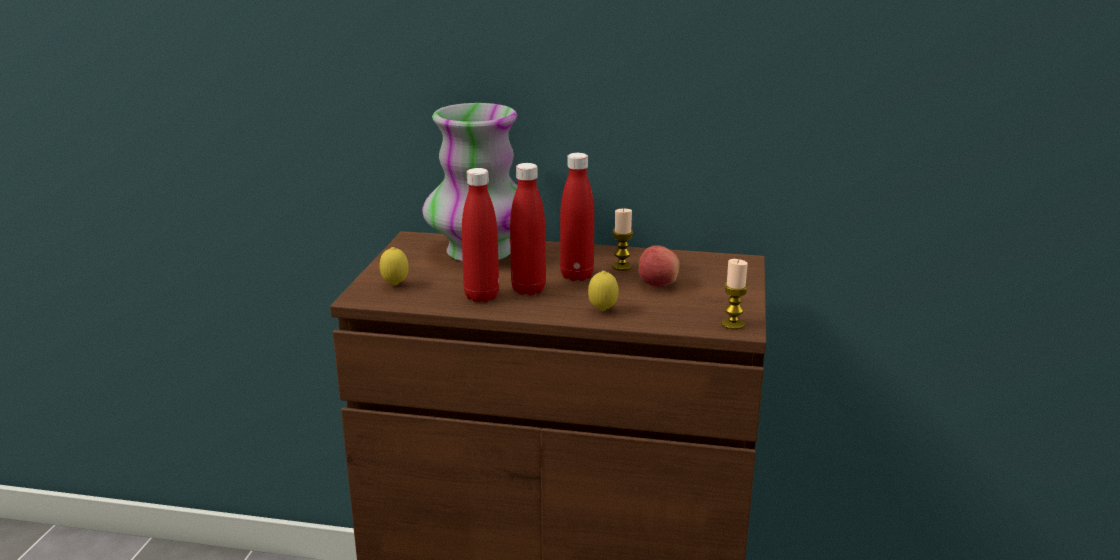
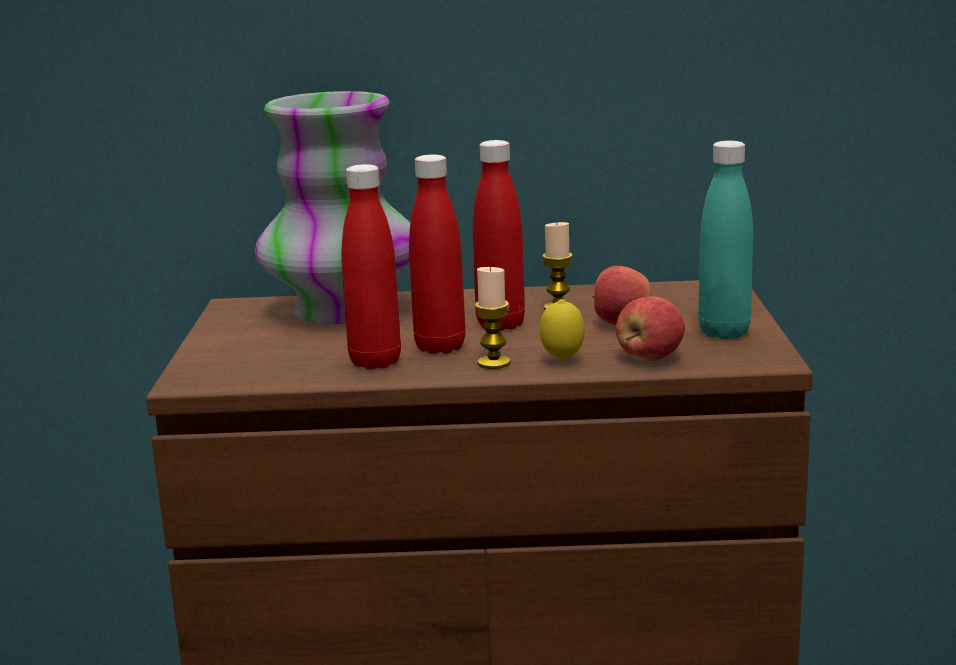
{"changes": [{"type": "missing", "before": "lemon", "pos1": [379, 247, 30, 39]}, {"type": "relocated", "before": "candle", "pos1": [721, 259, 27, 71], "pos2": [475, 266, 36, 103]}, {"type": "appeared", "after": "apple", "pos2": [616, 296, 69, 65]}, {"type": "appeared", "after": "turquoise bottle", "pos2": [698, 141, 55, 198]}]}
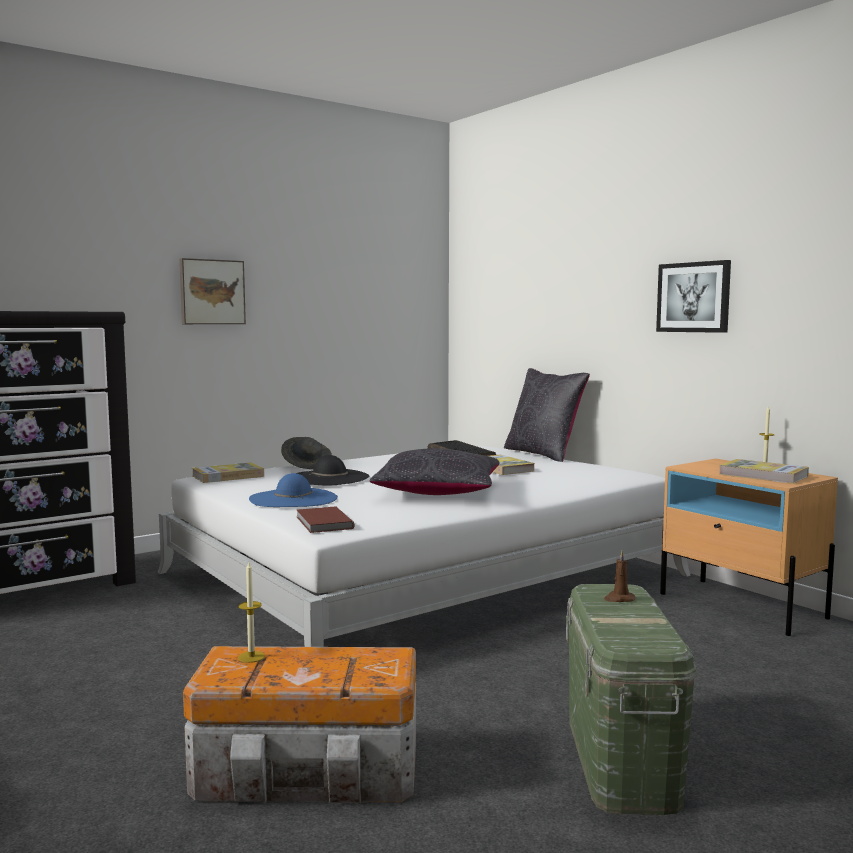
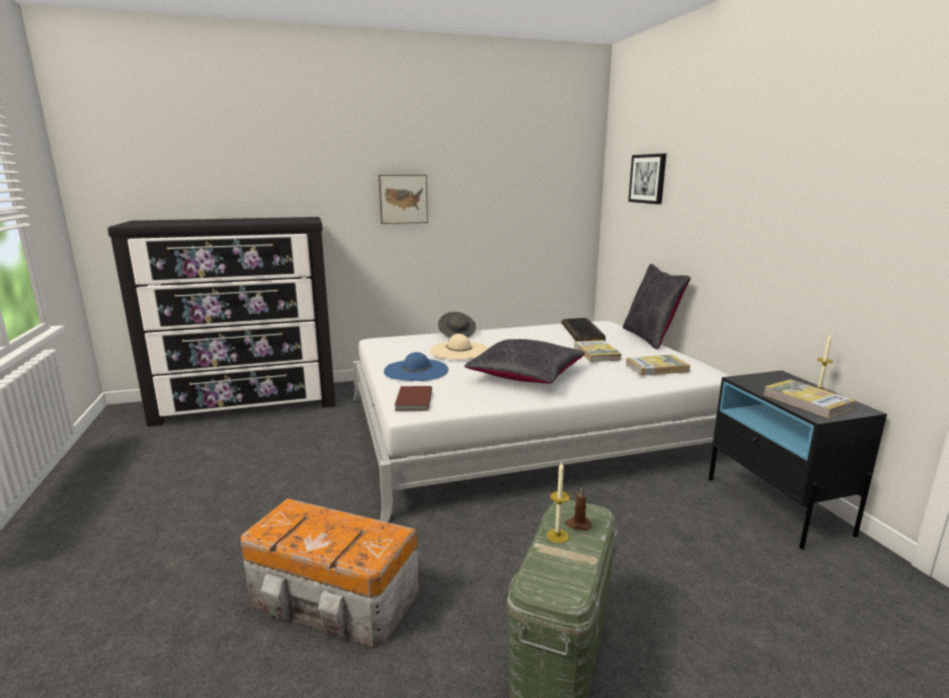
{"changes": [{"type": "relocated", "before": "book", "pos1": [192, 462, 72, 21], "pos2": [625, 355, 65, 21]}, {"type": "relocated", "before": "candle", "pos1": [238, 562, 27, 101], "pos2": [547, 461, 23, 82]}, {"type": "colour", "before": "black hat", "after": "beige hat", "pos1": [297, 455, 73, 30], "pos2": [430, 334, 58, 26]}, {"type": "relocated", "before": "picture", "pos1": [656, 260, 75, 73], "pos2": [628, 154, 38, 50]}, {"type": "colour", "before": "beige nightstand", "after": "black nightstand", "pos1": [660, 459, 178, 177], "pos2": [709, 370, 178, 179]}]}
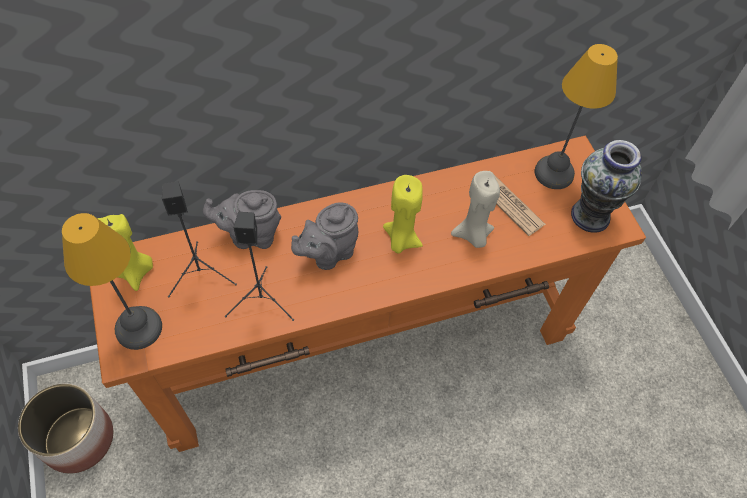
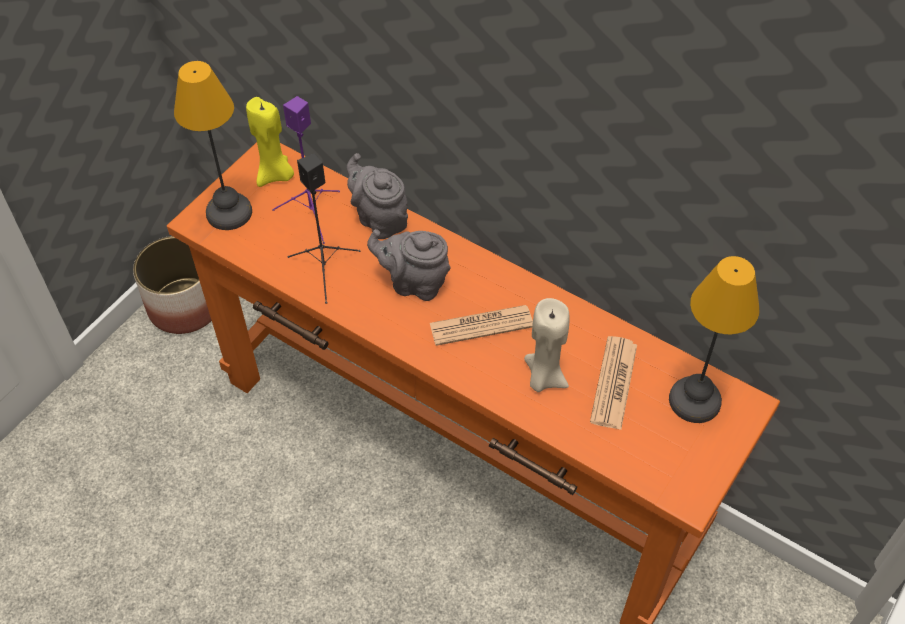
{"changes": [{"type": "colour", "before": "black speaker", "after": "purple speaker", "pos1": [162, 181, 75, 116], "pos2": [272, 96, 68, 148]}, {"type": "exchanged", "before": "yellow candle", "after": "newspaper", "pos1": [383, 175, 40, 79], "pos2": [430, 305, 103, 41]}, {"type": "missing", "before": "vase", "pos1": [571, 140, 71, 93]}]}
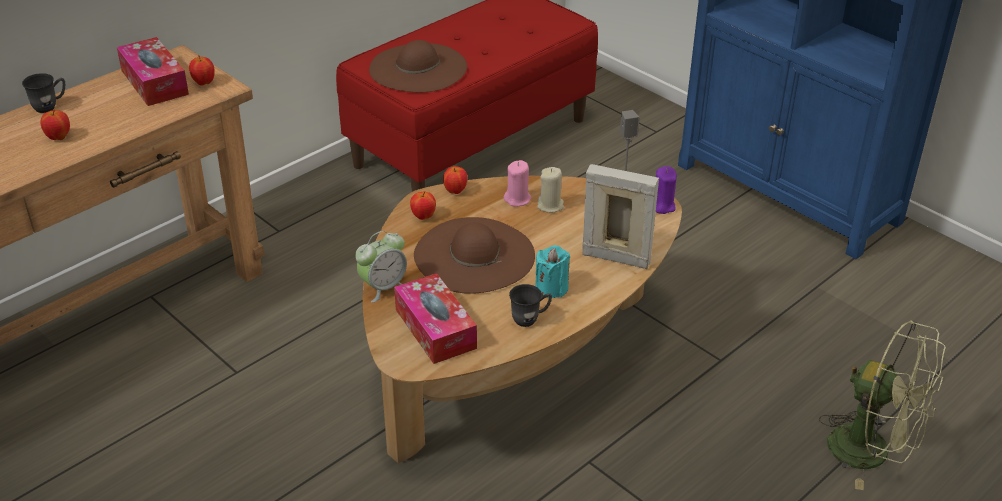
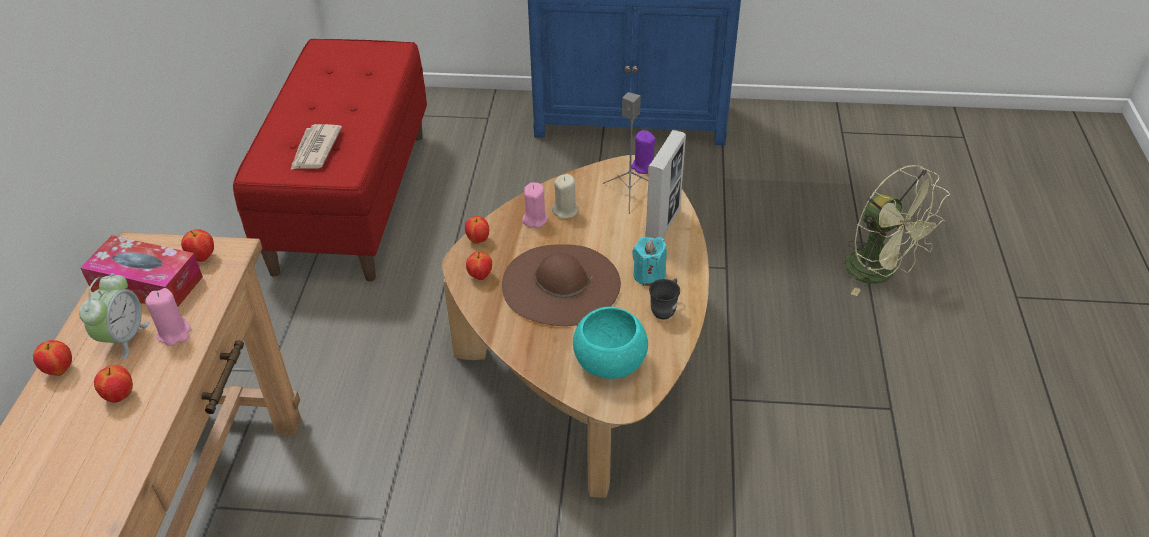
{"changes": [{"type": "exchanged", "before": "grey mug", "after": "apple", "pos1": [22, 73, 43, 40], "pos2": [33, 340, 39, 36]}, {"type": "relocated", "before": "alarm clock", "pos1": [355, 231, 52, 72], "pos2": [79, 273, 71, 86]}, {"type": "exchanged", "before": "brown hat", "after": "newspaper", "pos1": [369, 40, 98, 52], "pos2": [291, 124, 51, 46]}, {"type": "exchanged", "before": "tissue box", "after": "turquoise bowl", "pos1": [394, 273, 83, 91], "pos2": [573, 307, 75, 72]}, {"type": "spun", "before": "picture frame", "pos1": [582, 164, 77, 105], "pos2": [645, 130, 41, 108], "turn": 135}, {"type": "spun", "before": "green fan", "pos1": [819, 321, 127, 169], "pos2": [845, 165, 105, 131], "turn": 60}, {"type": "appeared", "after": "pink candle", "pos2": [145, 288, 46, 58]}]}
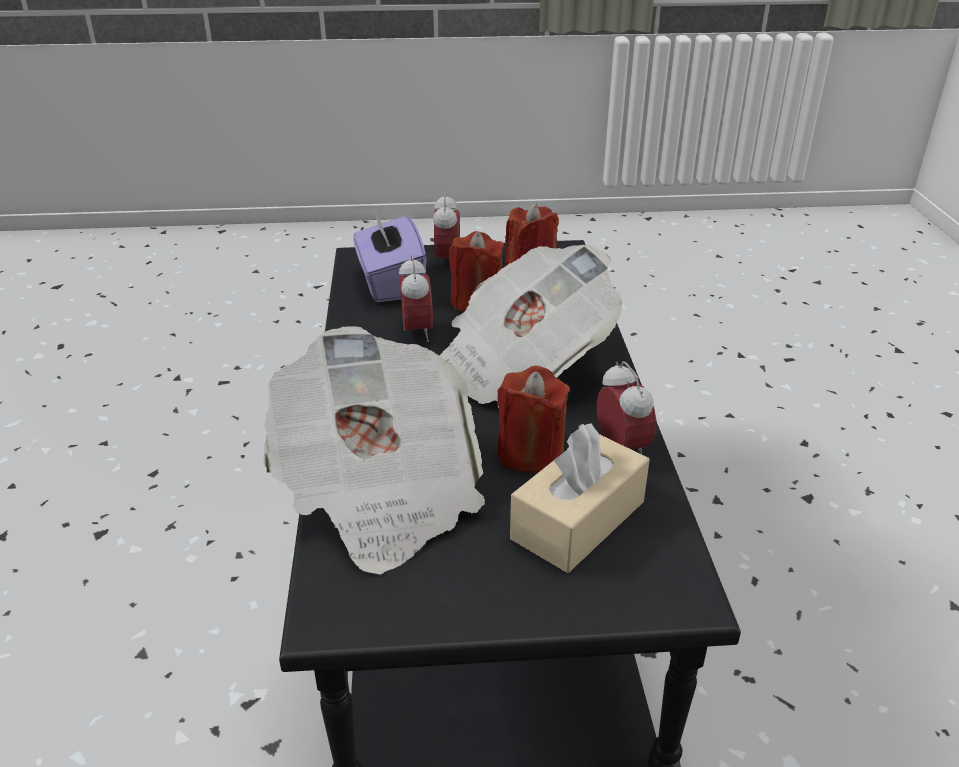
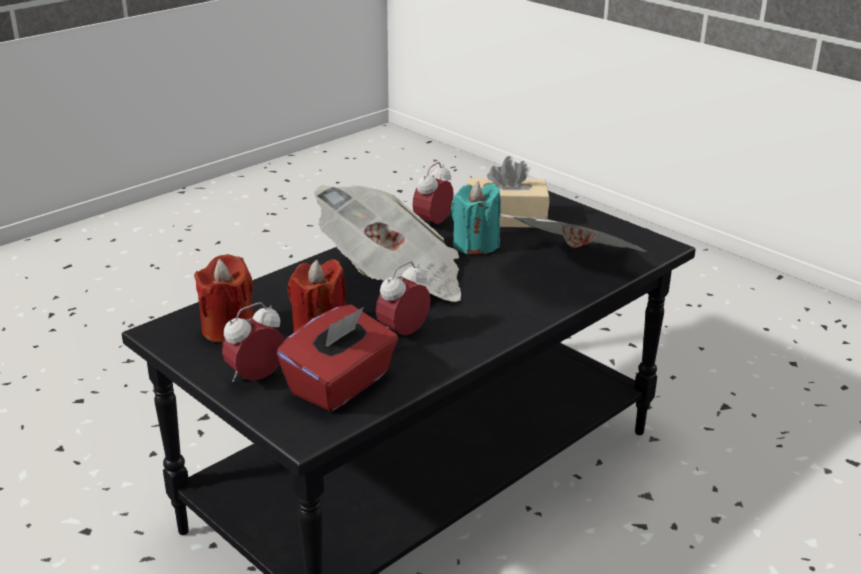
{"changes": [{"type": "colour", "before": "purple tissue box", "after": "red tissue box", "pos1": [353, 208, 74, 94], "pos2": [277, 304, 121, 108]}, {"type": "colour", "before": "red candle", "after": "turquoise candle", "pos1": [497, 366, 73, 107], "pos2": [451, 182, 50, 73]}]}
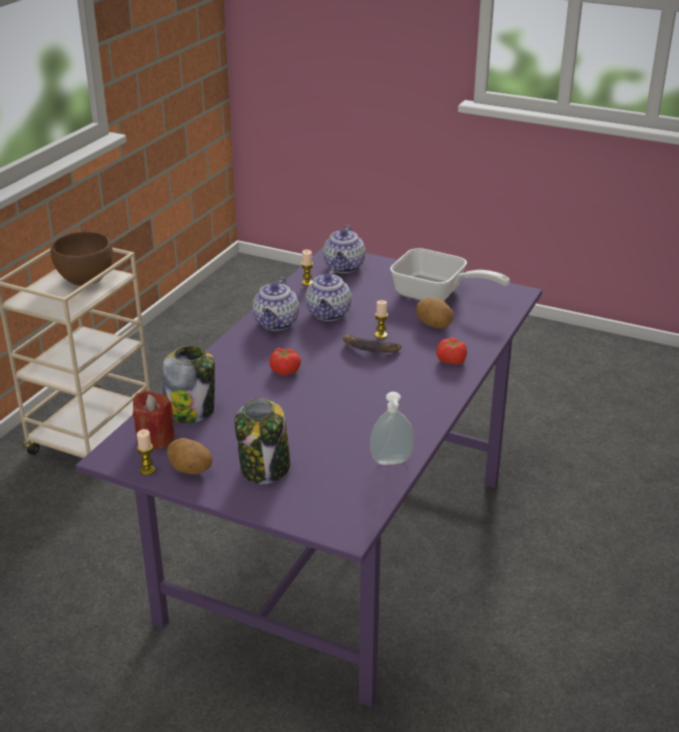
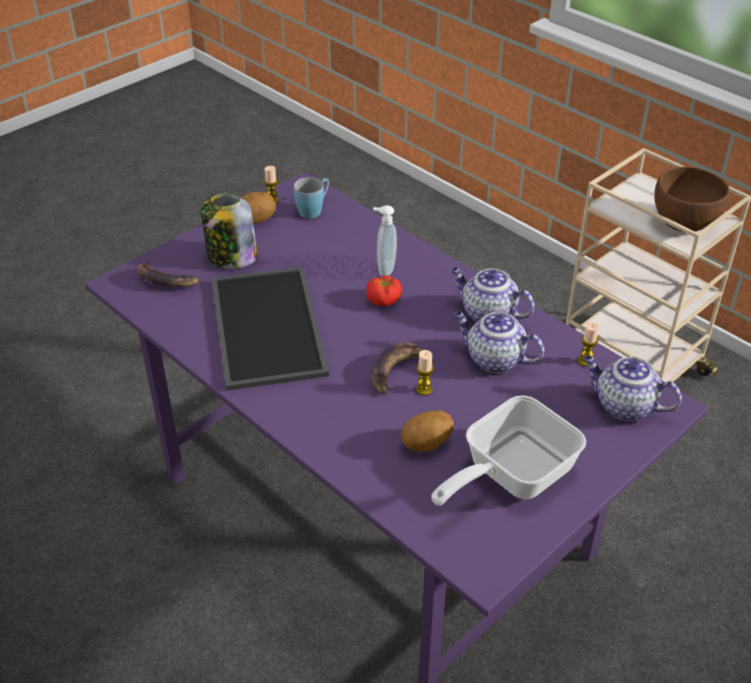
{"changes": [{"type": "exchanged", "before": "red candle", "after": "blue mug", "pos1": [133, 390, 42, 60], "pos2": [294, 177, 35, 42]}, {"type": "missing", "before": "jar", "pos1": [162, 346, 53, 77]}, {"type": "relocated", "before": "soap dispenser", "pos1": [370, 392, 44, 73], "pos2": [373, 205, 24, 71]}, {"type": "missing", "before": "tomato", "pos1": [436, 337, 31, 28]}, {"type": "appeared", "after": "banana", "pos2": [137, 261, 63, 26]}, {"type": "appeared", "after": "tray", "pos2": [211, 267, 118, 124]}]}
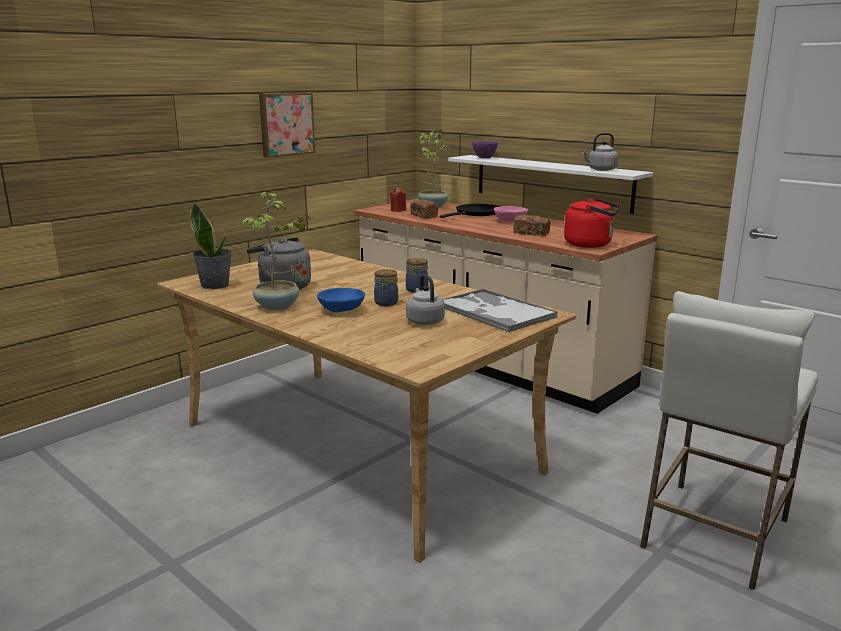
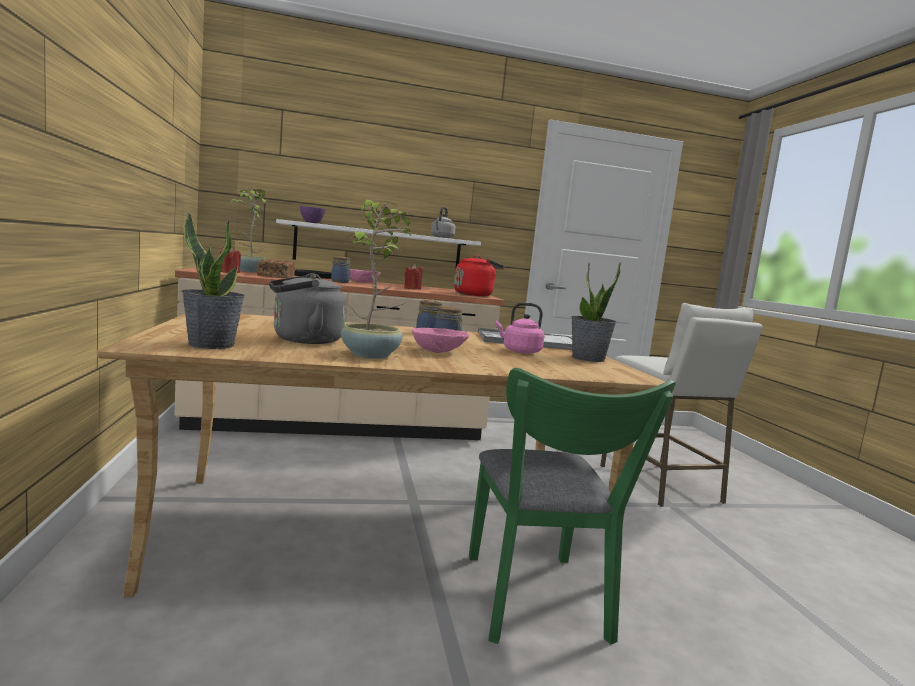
{"changes": [{"type": "missing", "before": "picture", "pos1": [259, 93, 56, 65]}, {"type": "colour", "before": "blue bowl", "after": "pink bowl", "pos1": [317, 288, 48, 24], "pos2": [412, 328, 57, 25]}, {"type": "colour", "before": "grey kettle", "after": "pink kettle", "pos1": [406, 274, 39, 51], "pos2": [495, 303, 49, 51]}, {"type": "exchanged", "before": "bread", "after": "red candle", "pos1": [513, 215, 38, 21], "pos2": [404, 264, 18, 26]}, {"type": "appeared", "after": "jar", "pos2": [331, 256, 20, 27]}, {"type": "appeared", "after": "green chair", "pos2": [469, 368, 207, 276]}, {"type": "appeared", "after": "potted plant", "pos2": [571, 262, 50, 100]}]}
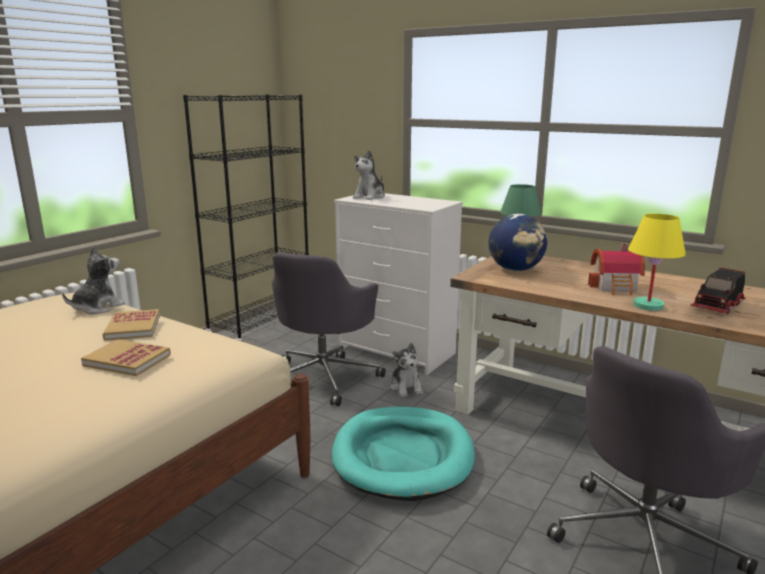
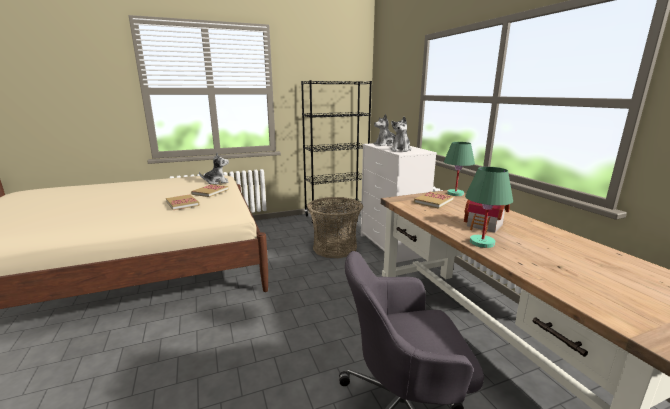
{"changes": [{"type": "exchanged", "before": "grey office chair", "after": "basket", "pos1": [272, 252, 114, 154], "pos2": [307, 197, 56, 61]}, {"type": "missing", "before": "turquoise dog bed", "pos1": [332, 407, 143, 94]}, {"type": "relocated", "before": "plush toy", "pos1": [390, 343, 33, 54], "pos2": [391, 116, 21, 36]}, {"type": "exchanged", "before": "globe", "after": "book", "pos1": [489, 214, 58, 57], "pos2": [414, 192, 40, 17]}, {"type": "colour", "before": "yellow table lamp", "after": "green table lamp", "pos1": [628, 214, 58, 97], "pos2": [465, 167, 48, 81]}, {"type": "missing", "before": "toy truck", "pos1": [690, 267, 55, 47]}]}
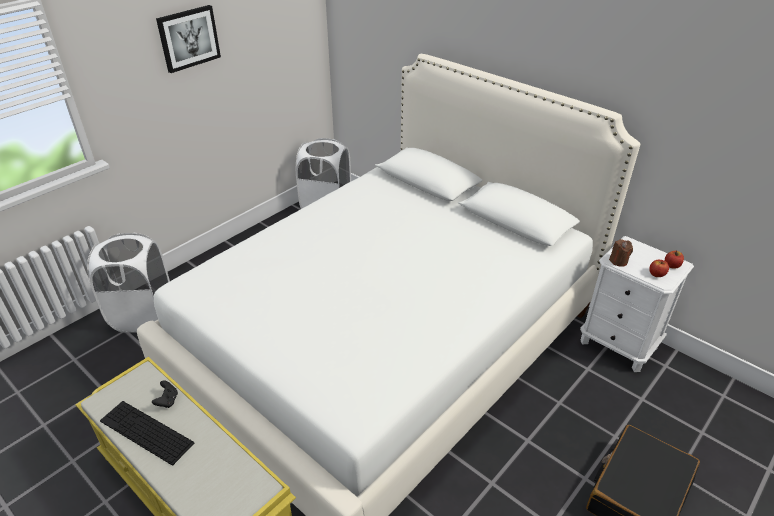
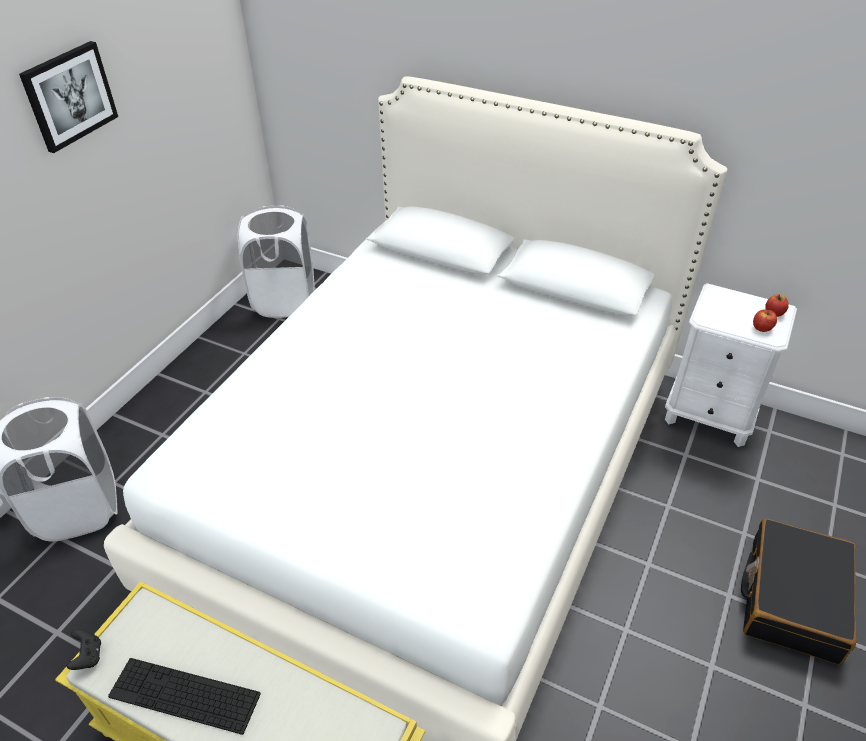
{"changes": [{"type": "relocated", "before": "black game controller", "pos1": [152, 380, 26, 28], "pos2": [67, 629, 34, 41]}, {"type": "missing", "before": "brown candle", "pos1": [609, 239, 24, 28]}]}
